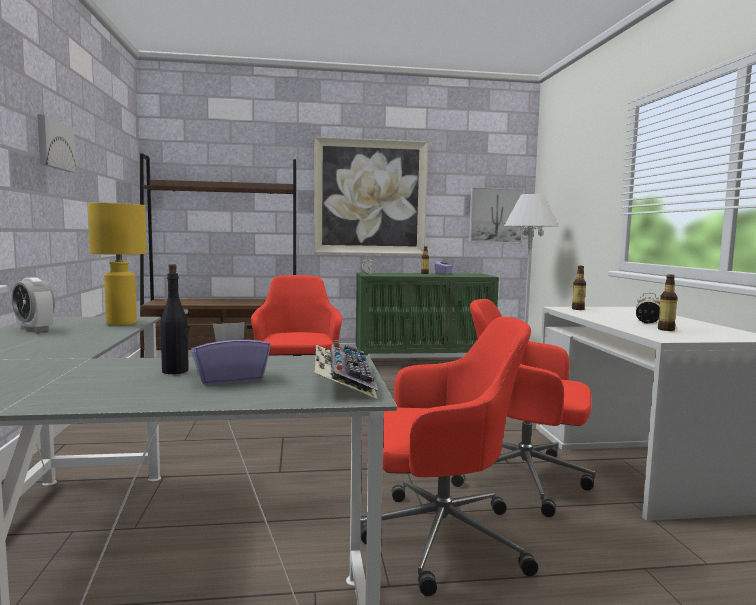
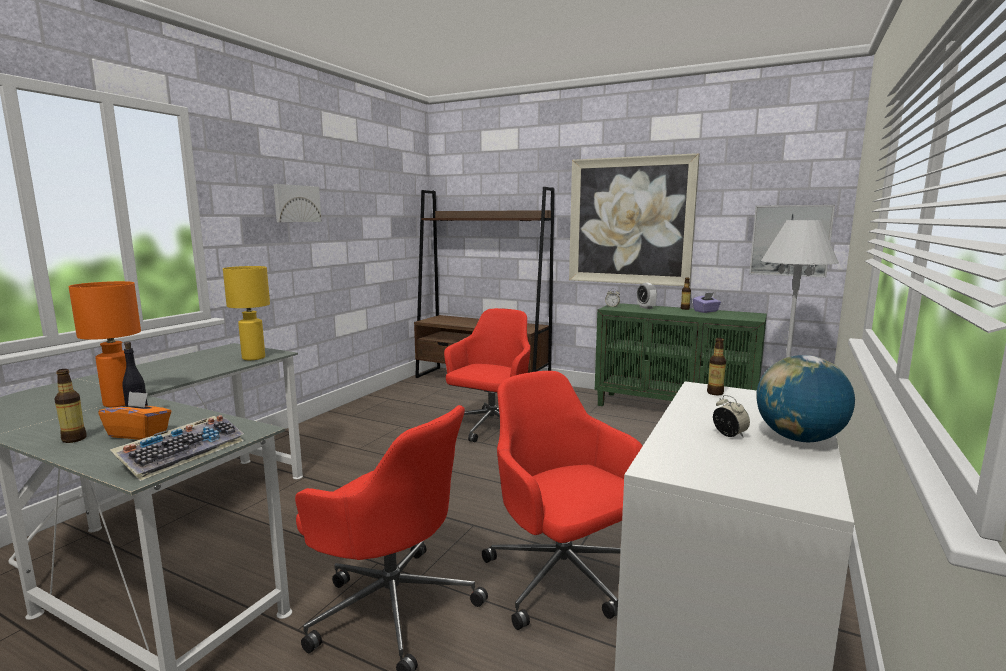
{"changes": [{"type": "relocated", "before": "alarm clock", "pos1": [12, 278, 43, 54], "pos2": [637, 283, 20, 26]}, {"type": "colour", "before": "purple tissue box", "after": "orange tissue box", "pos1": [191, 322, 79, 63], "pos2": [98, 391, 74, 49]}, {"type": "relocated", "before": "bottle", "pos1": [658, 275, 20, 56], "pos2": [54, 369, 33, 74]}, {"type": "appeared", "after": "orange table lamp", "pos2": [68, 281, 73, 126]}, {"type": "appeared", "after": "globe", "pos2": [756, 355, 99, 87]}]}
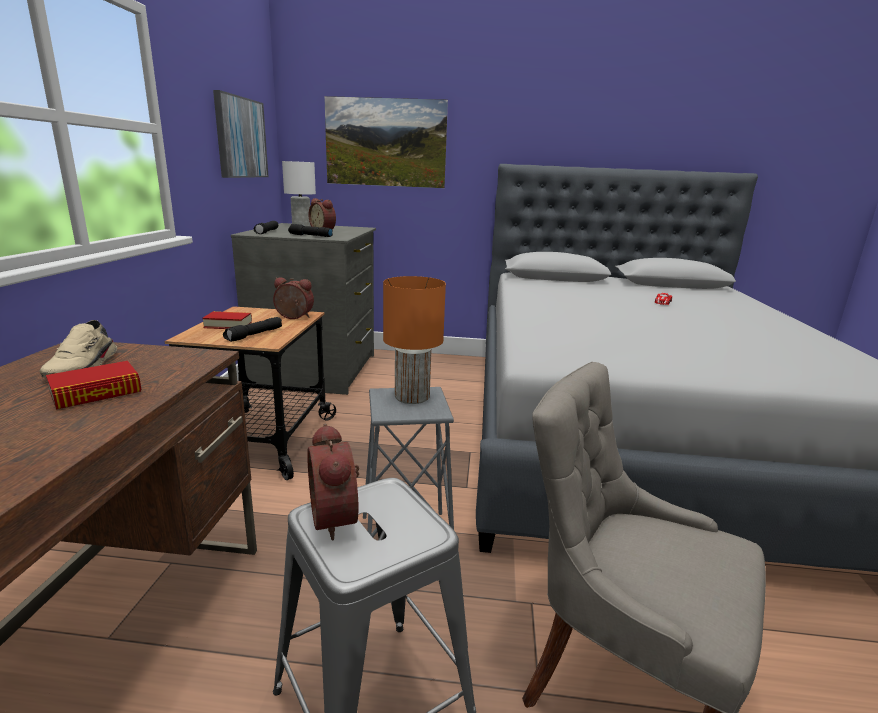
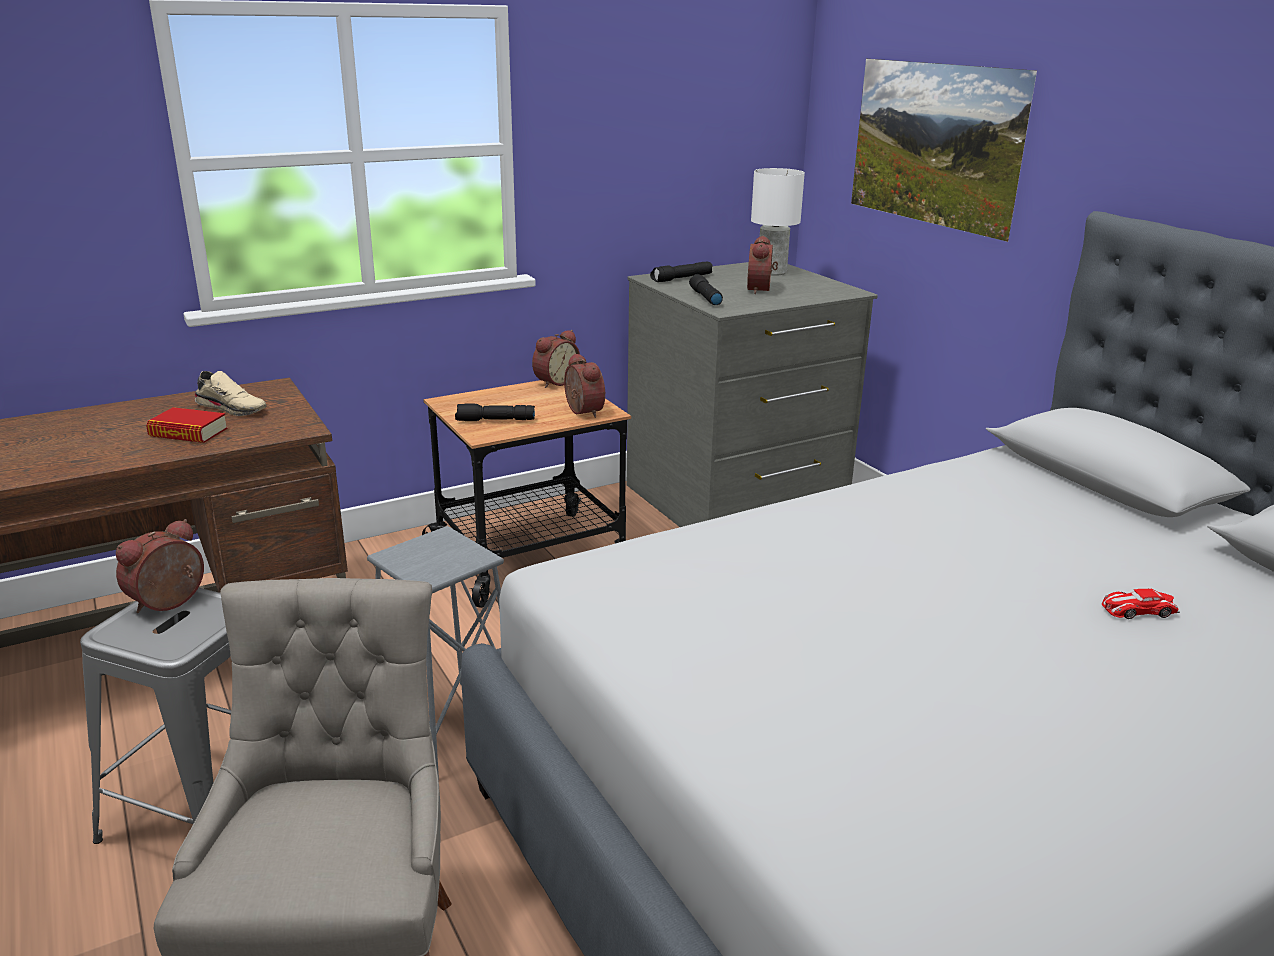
{"changes": [{"type": "spun", "before": "beige shoe", "pos1": [40, 320, 77, 58], "pos2": [195, 371, 71, 45], "turn": -120}, {"type": "missing", "before": "book", "pos1": [202, 311, 50, 18]}, {"type": "missing", "before": "picture", "pos1": [213, 90, 55, 88]}, {"type": "missing", "before": "orange table lamp", "pos1": [383, 276, 63, 128]}, {"type": "appeared", "after": "alarm clock", "pos2": [532, 330, 48, 58]}]}
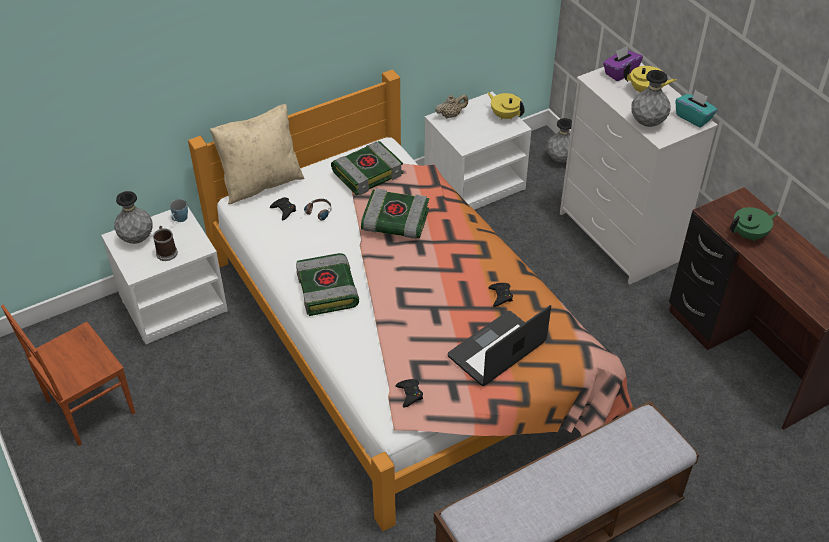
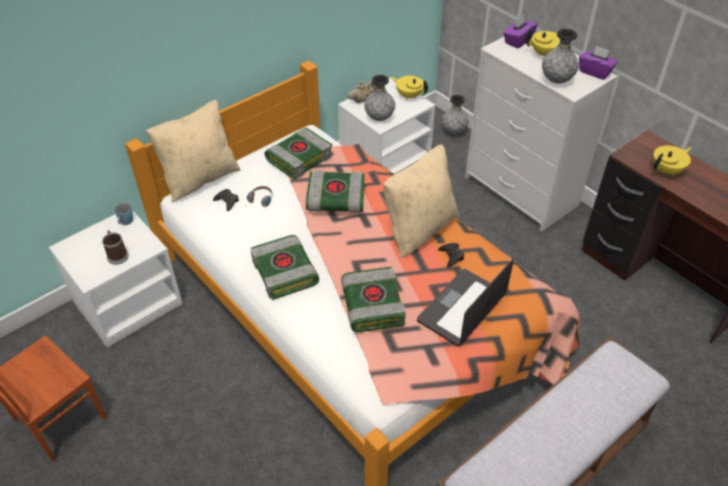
{"changes": [{"type": "relocated", "before": "grey vase", "pos1": [114, 191, 39, 53], "pos2": [364, 75, 31, 46]}, {"type": "missing", "before": "black game controller", "pos1": [396, 379, 27, 29]}, {"type": "colour", "before": "turquoise tissue box", "after": "purple tissue box", "pos1": [676, 90, 41, 38], "pos2": [579, 46, 39, 34]}, {"type": "colour", "before": "green teapot", "after": "yellow teapot", "pos1": [730, 207, 49, 35], "pos2": [653, 146, 38, 30]}, {"type": "appeared", "after": "book", "pos2": [341, 267, 65, 65]}, {"type": "appeared", "after": "beige pillow", "pos2": [383, 144, 76, 114]}]}
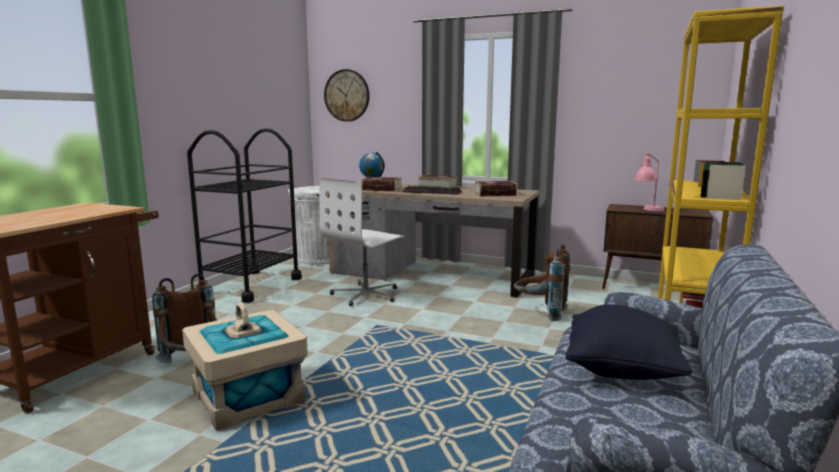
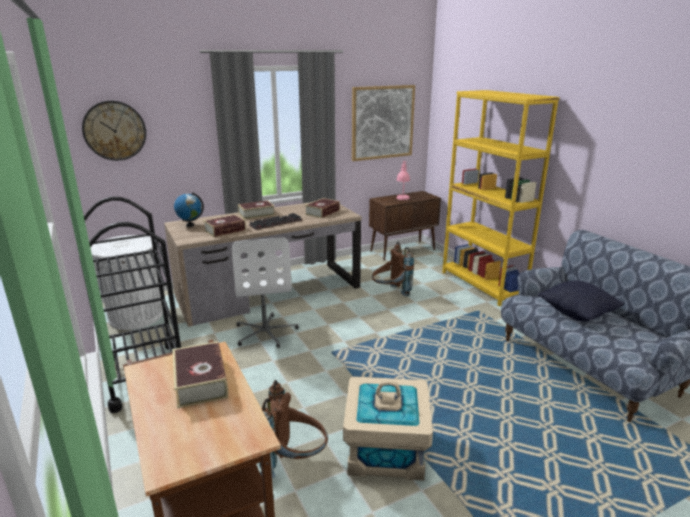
{"changes": [{"type": "appeared", "after": "book", "pos2": [172, 341, 56, 67]}, {"type": "appeared", "after": "picture", "pos2": [352, 85, 63, 76]}]}
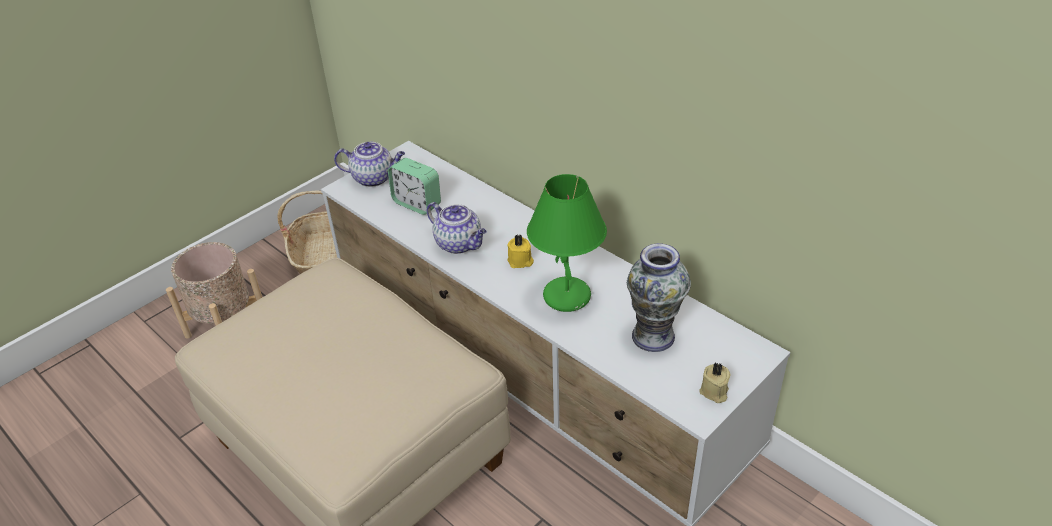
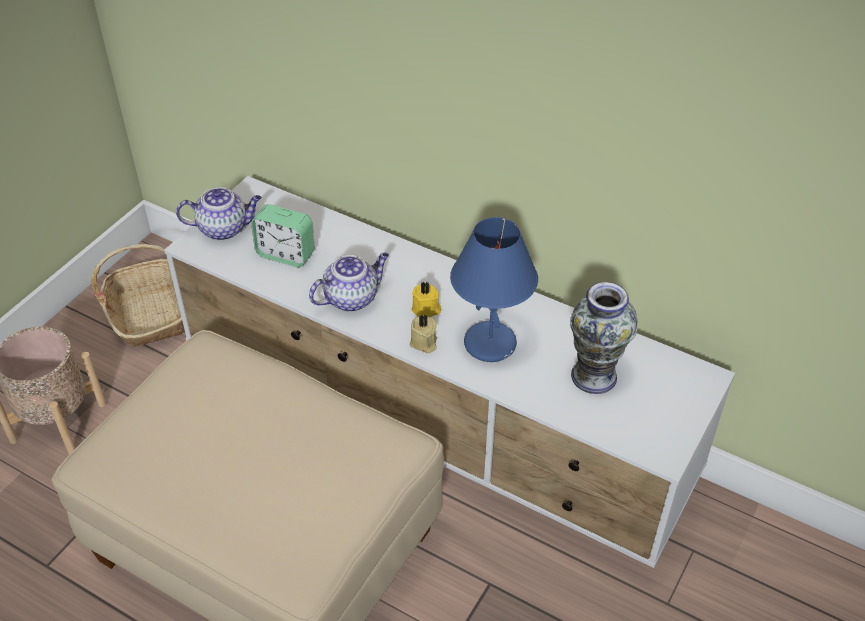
{"changes": [{"type": "spun", "before": "teapot", "pos1": [427, 202, 60, 52], "pos2": [309, 252, 80, 60], "turn": -60}, {"type": "colour", "before": "green table lamp", "after": "blue table lamp", "pos1": [527, 174, 80, 138], "pos2": [450, 217, 88, 145]}, {"type": "relocated", "before": "beige candle", "pos1": [699, 362, 31, 41], "pos2": [410, 314, 27, 39]}]}
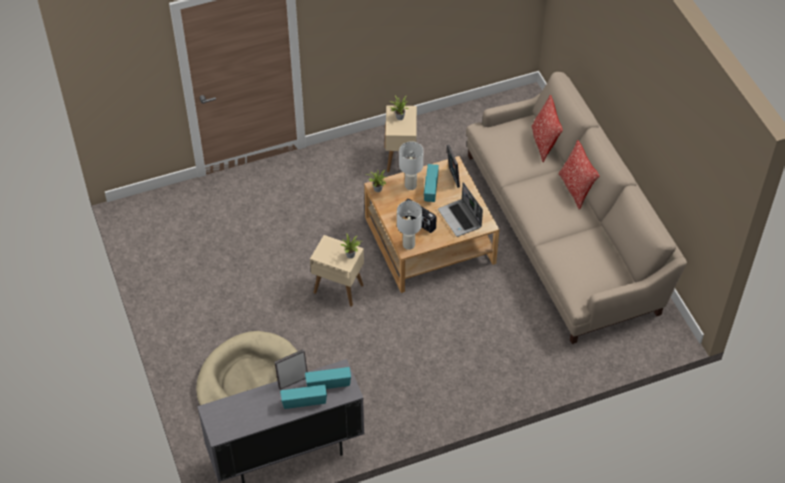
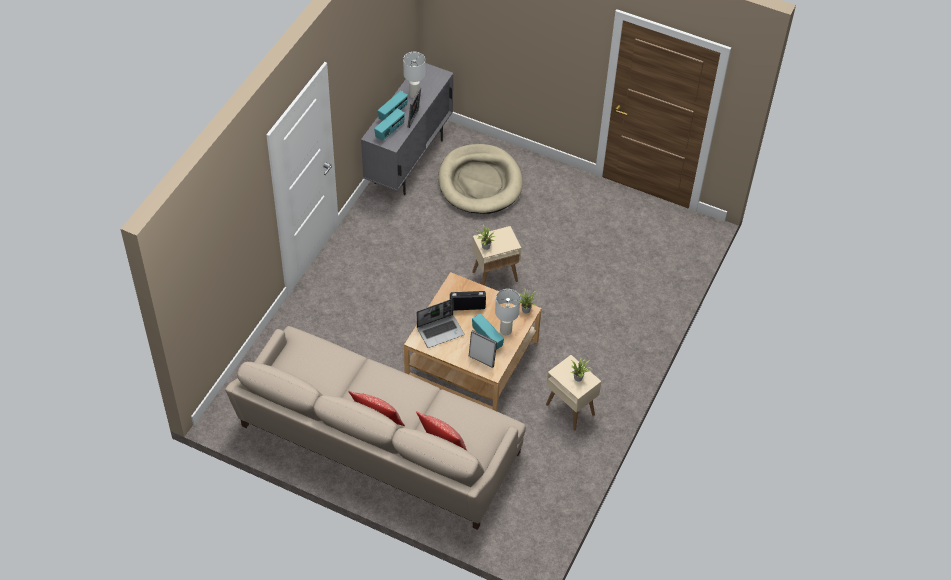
{"changes": [{"type": "relocated", "before": "white table lamp", "pos1": [397, 201, 25, 49], "pos2": [403, 52, 22, 46]}, {"type": "spun", "before": "laptop", "pos1": [438, 182, 45, 55], "pos2": [417, 299, 47, 49], "turn": 135}]}
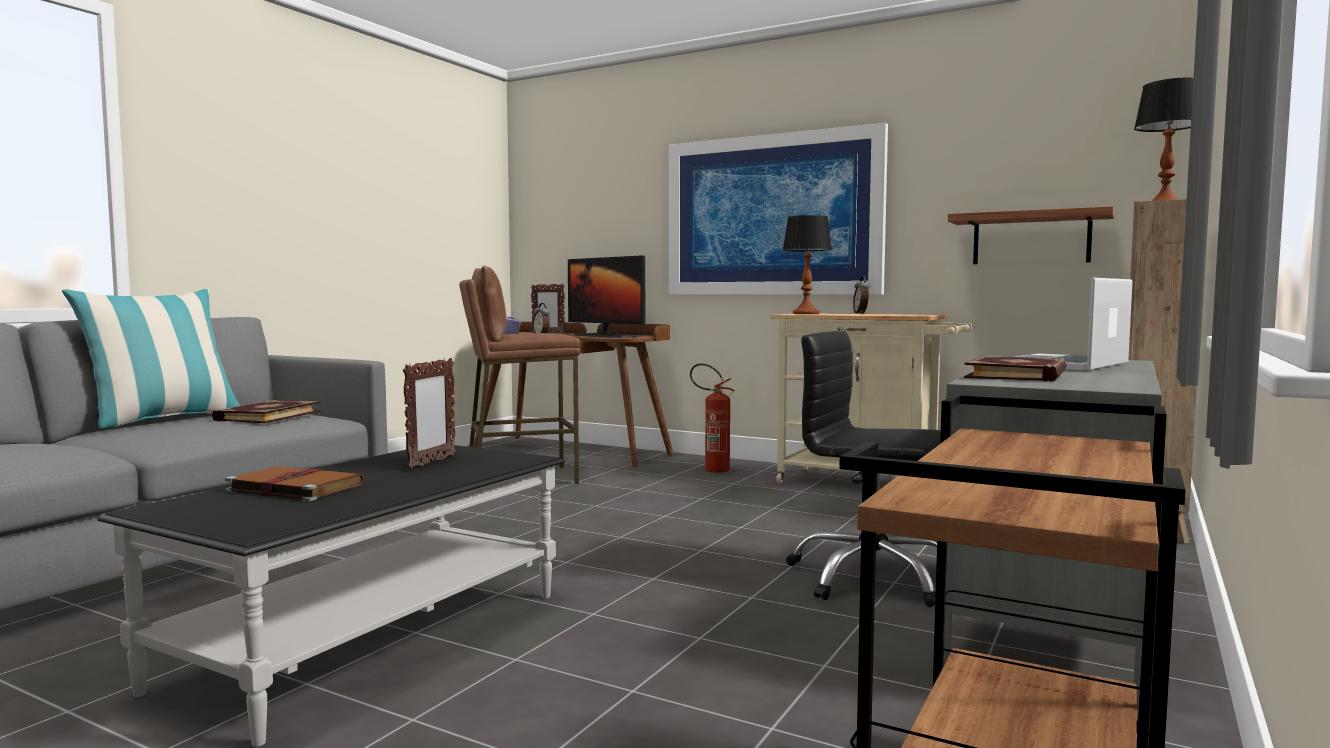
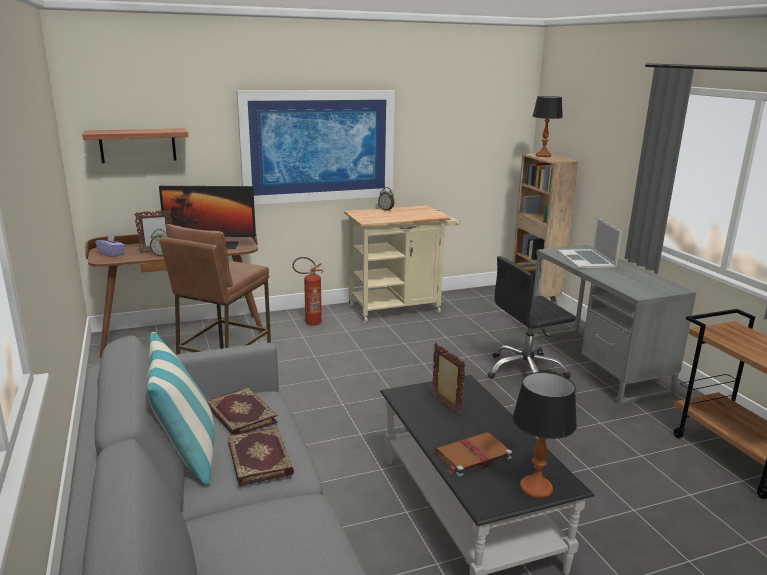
{"changes": [{"type": "relocated", "before": "table lamp", "pos1": [783, 215, 49, 99], "pos2": [512, 372, 65, 127]}, {"type": "relocated", "before": "shelf", "pos1": [948, 206, 166, 58], "pos2": [82, 128, 107, 35]}, {"type": "relocated", "before": "book", "pos1": [964, 355, 102, 27], "pos2": [228, 427, 66, 59]}]}
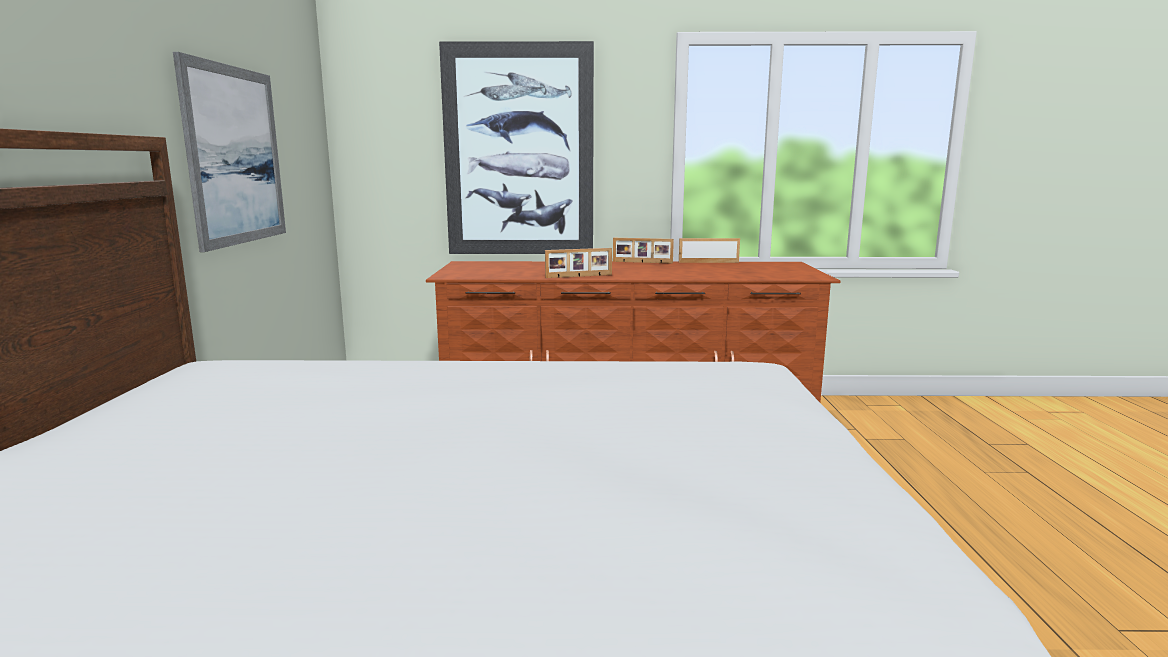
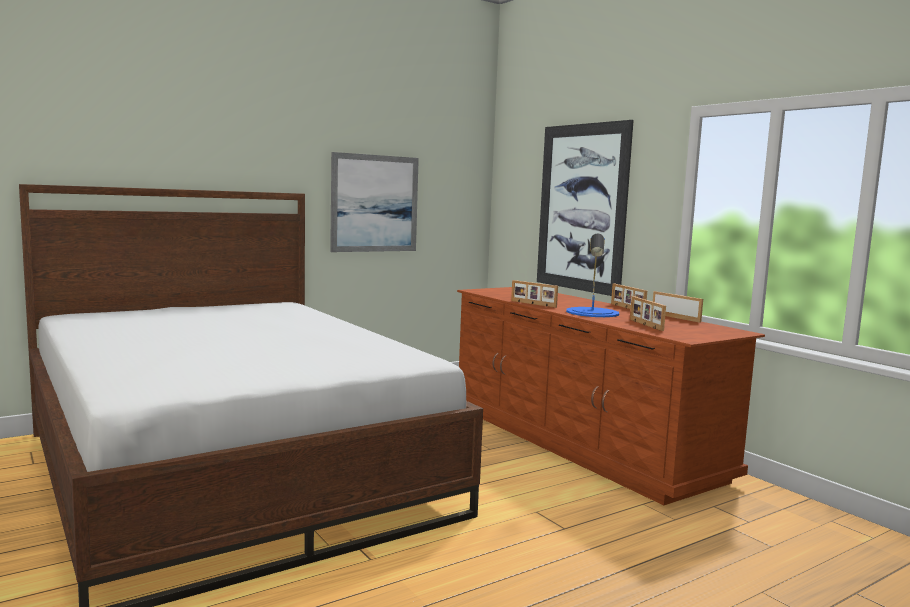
{"changes": [{"type": "appeared", "after": "blue table lamp", "pos2": [566, 234, 53, 83]}, {"type": "appeared", "after": "picture frame", "pos2": [630, 296, 36, 35]}]}
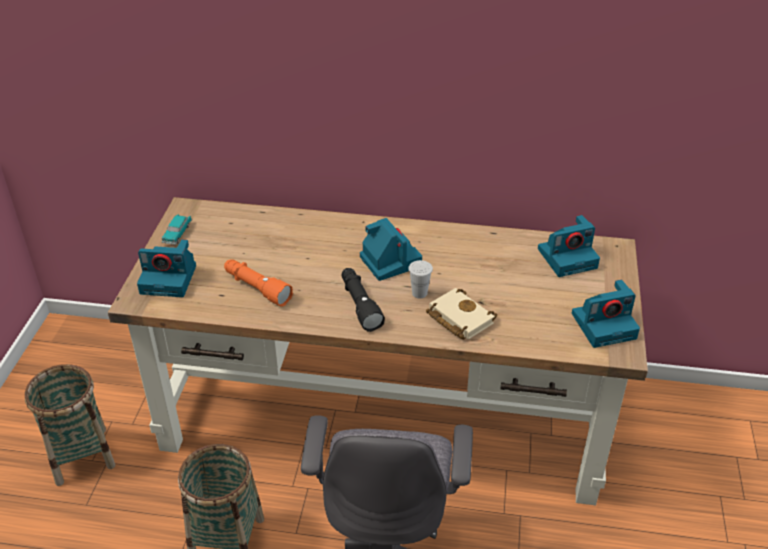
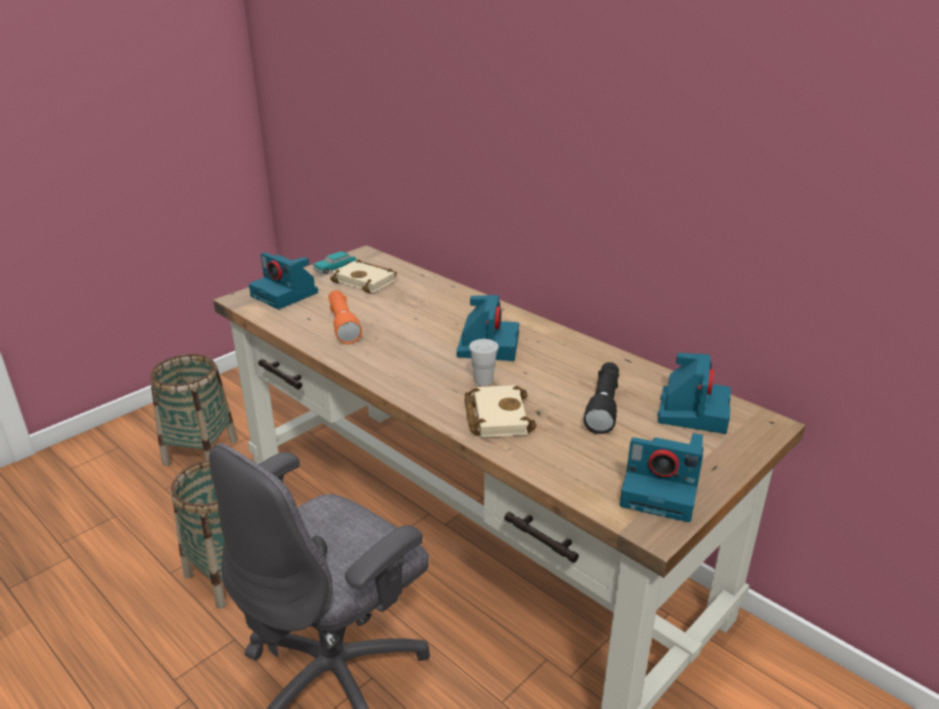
{"changes": [{"type": "relocated", "before": "black flashlight", "pos1": [342, 268, 43, 64], "pos2": [584, 362, 35, 72]}, {"type": "spun", "before": "photo camera", "pos1": [538, 215, 62, 62], "pos2": [657, 353, 74, 81], "turn": -90}, {"type": "appeared", "after": "beige book", "pos2": [330, 259, 67, 34]}]}
